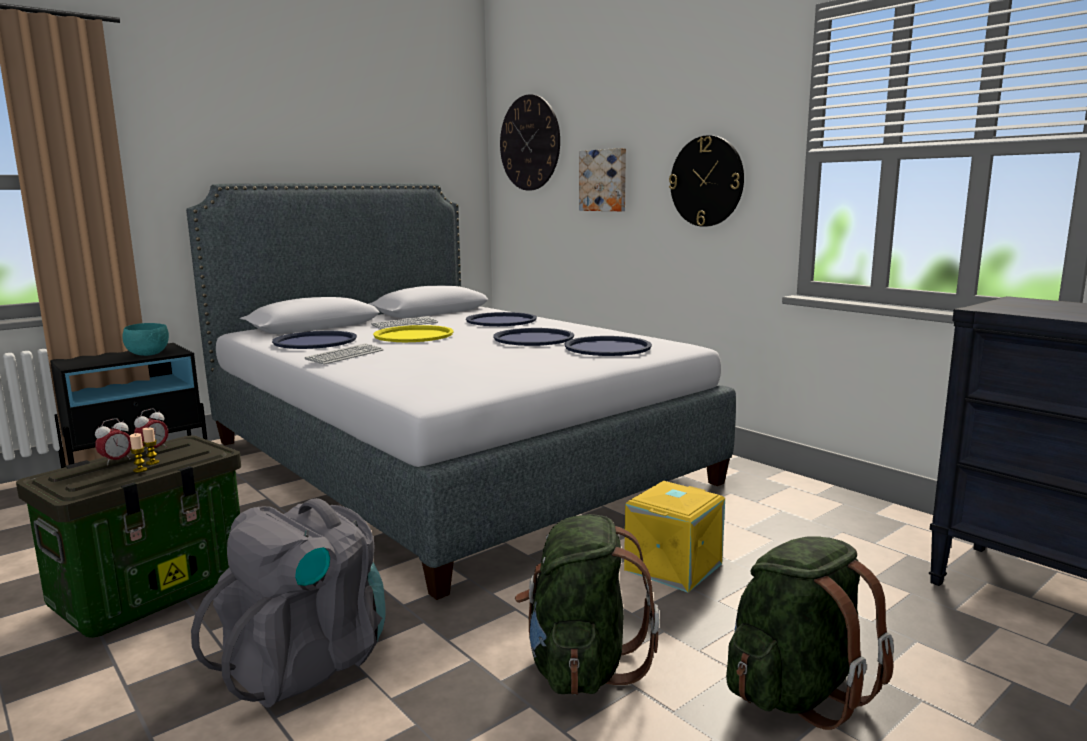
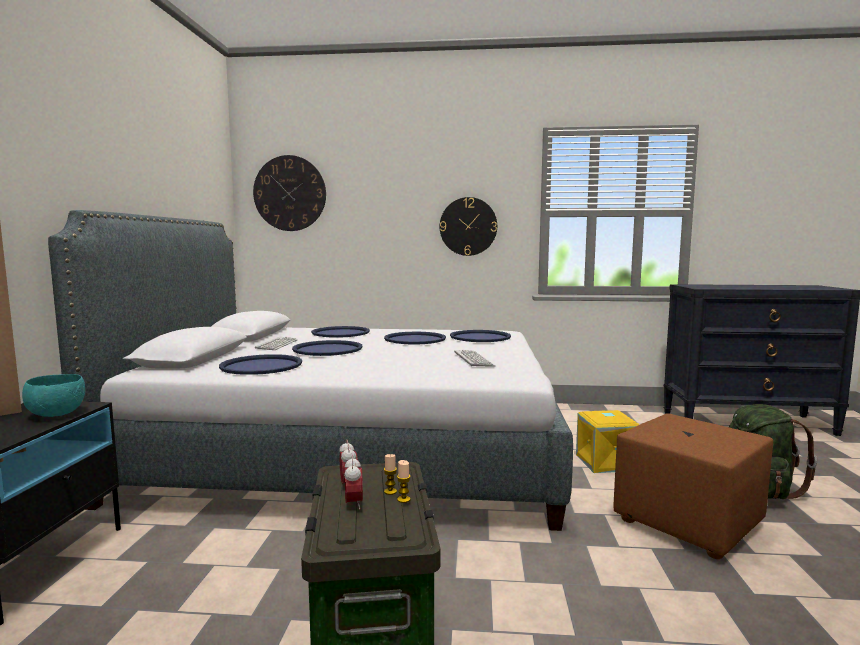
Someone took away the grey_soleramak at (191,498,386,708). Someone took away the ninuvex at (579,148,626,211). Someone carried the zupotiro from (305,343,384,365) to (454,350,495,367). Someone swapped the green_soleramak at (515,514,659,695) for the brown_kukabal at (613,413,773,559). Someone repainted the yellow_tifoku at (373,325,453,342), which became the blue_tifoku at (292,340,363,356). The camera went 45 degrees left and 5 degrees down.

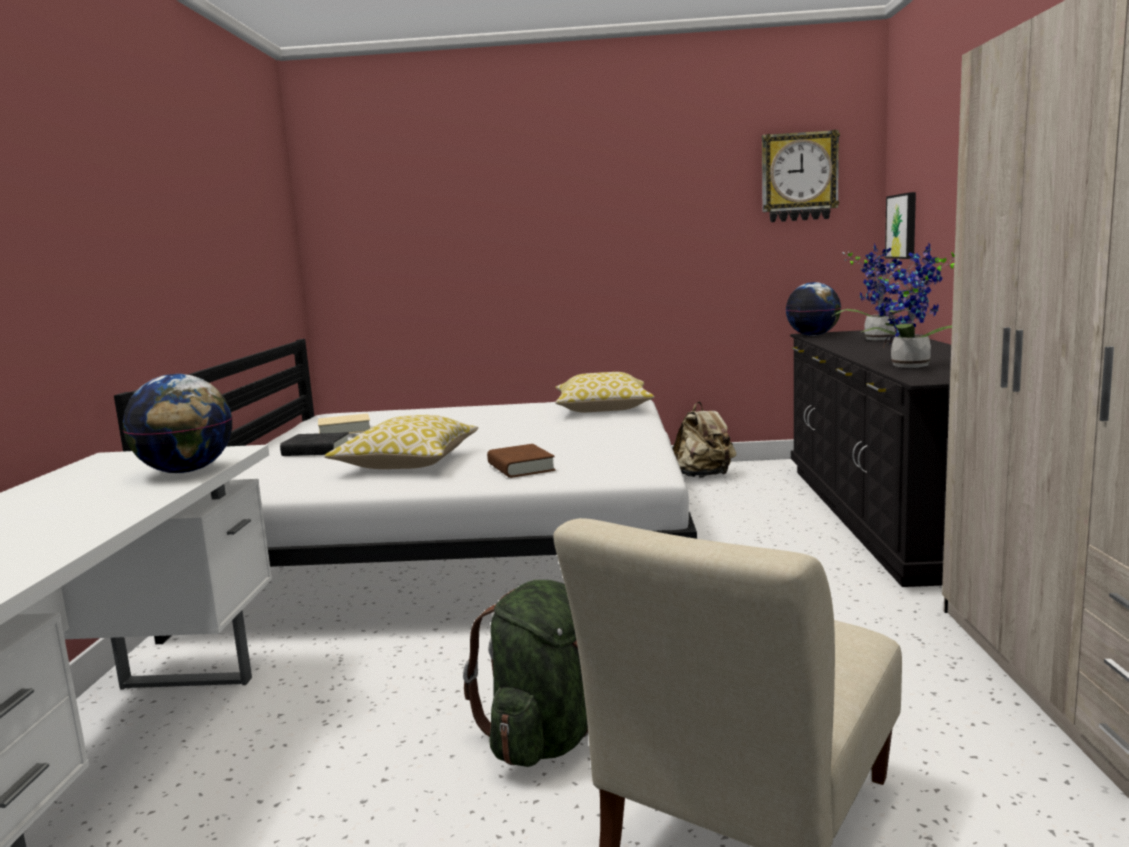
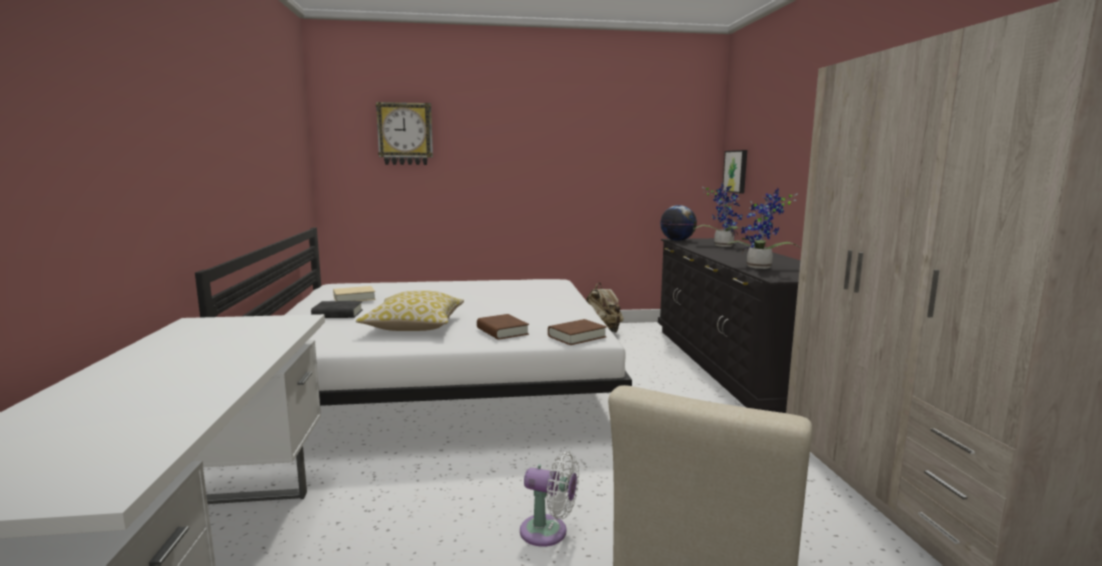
Someone took away the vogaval at (123,374,232,473). Someone took away the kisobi at (555,372,655,412). Someone put down the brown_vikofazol at (548,319,607,345). Someone carried the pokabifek from (762,130,840,222) to (376,102,433,165). Someone swapped the green_soleramak at (463,580,588,767) for the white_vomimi at (520,451,579,547). The camera went 10 degrees left and 0 degrees up.

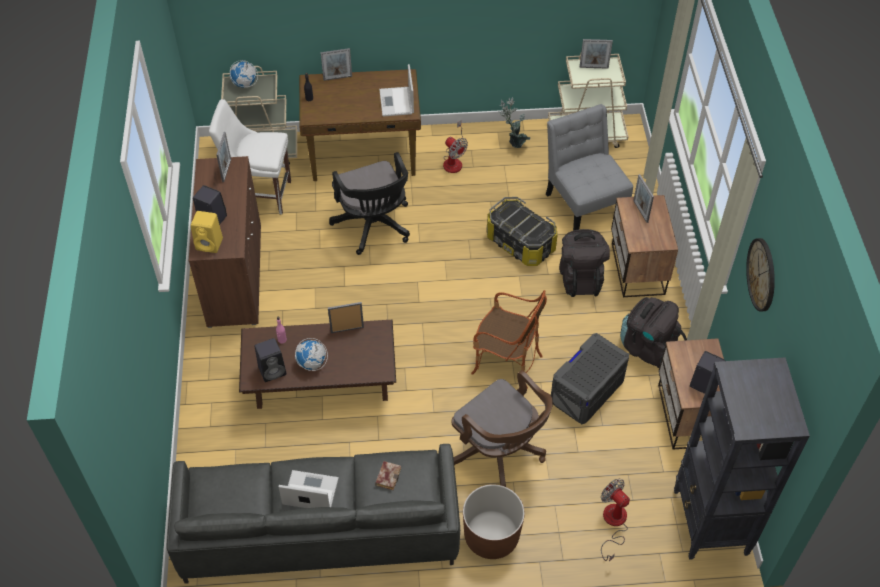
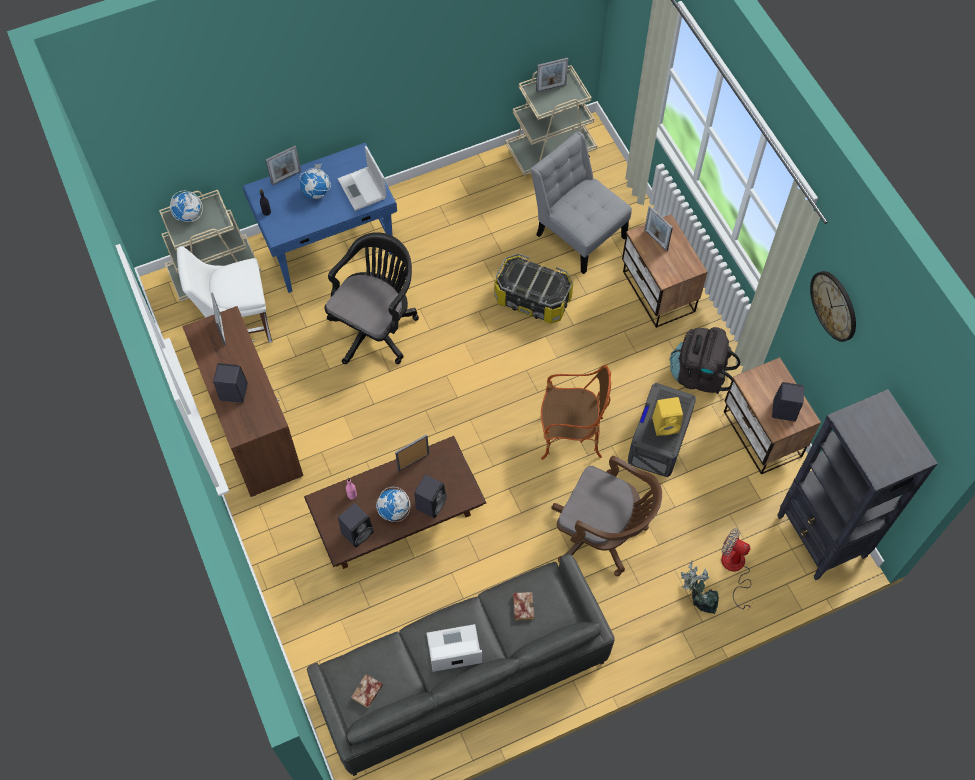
Someone took away the vomimi at (443,121,468,173). Someone took away the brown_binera at (463,484,525,559). Someone took away the black_soleramak at (559,229,610,297). Someone put down the vogaval at (300,164,331,199). Someone put down the vikofazol at (351,674,383,709). Someone put down the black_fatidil at (414,475,447,518). Someone carried the yellow_fatidil from (191,211,223,253) to (652,397,683,436). Someone carried the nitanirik from (499,97,530,148) to (681,561,719,614). Someone repainted the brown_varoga at (299,69,421,181), which became the blue_varoga at (243,143,397,293). Someone rotated the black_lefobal at (329,152,410,255) by 105 degrees counterclockwise. The camera went 20 degrees left and 10 degrees up.

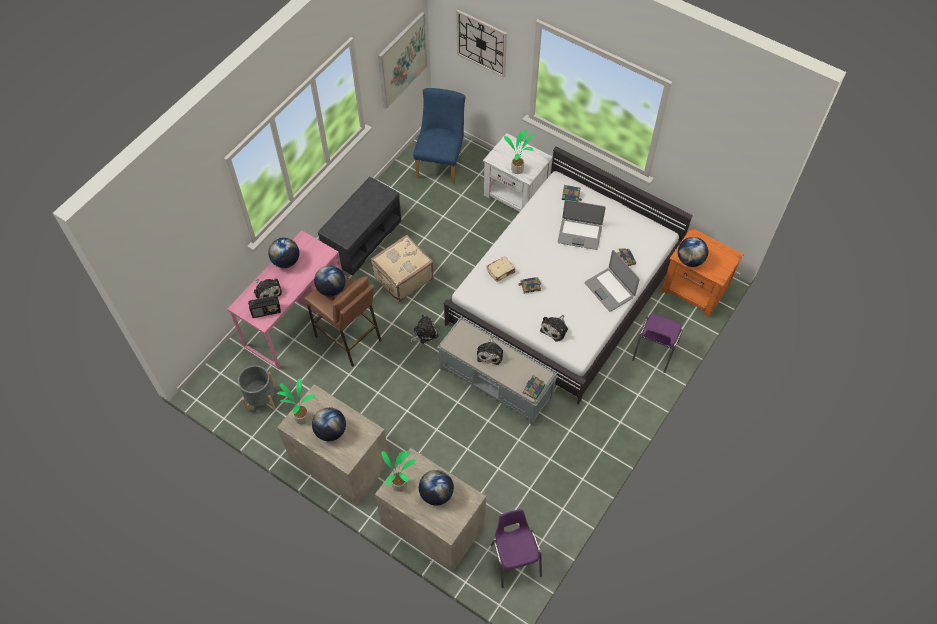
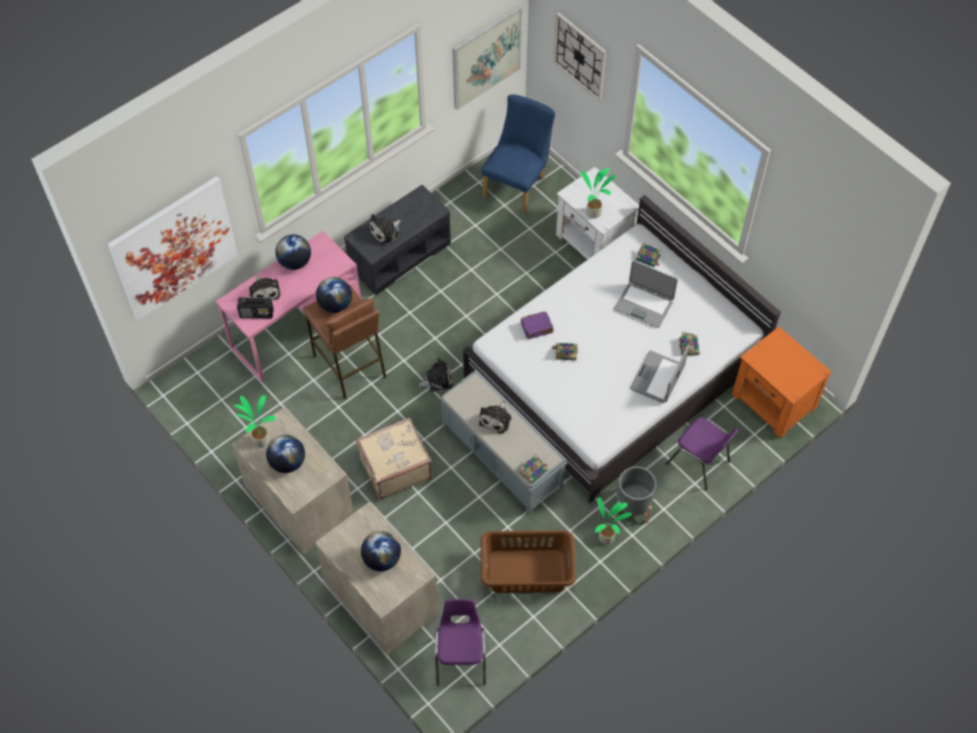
Someone took away the vogaval at (678,237,708,267). Someone put up the ninuvex at (108,176,239,320). Someone put down the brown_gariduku at (481,530,576,593). Someone carried the grey_binera from (238,365,276,412) to (615,466,656,523). Someone carried the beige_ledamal from (371,235,433,302) to (356,417,432,500). Someone carried the nitanirik from (382,451,416,492) to (595,497,632,545). Someone carried the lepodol from (540,314,568,342) to (369,214,401,245). Someone repainted the beige_vikofazol at (487,257,515,282), which became the purple_vikofazol at (521,311,553,339). Someone rotated the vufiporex at (584,250,640,312) by 45 degrees clockwise. Someone rotated the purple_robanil at (632,314,683,373) by 90 degrees counterclockwise. The camera went 15 degrees right and 0 degrees up.

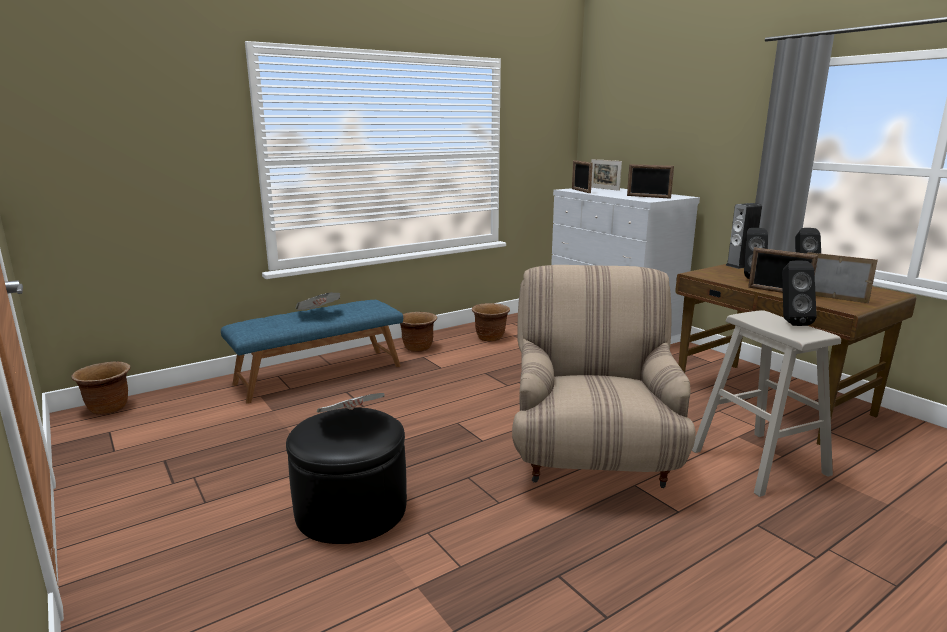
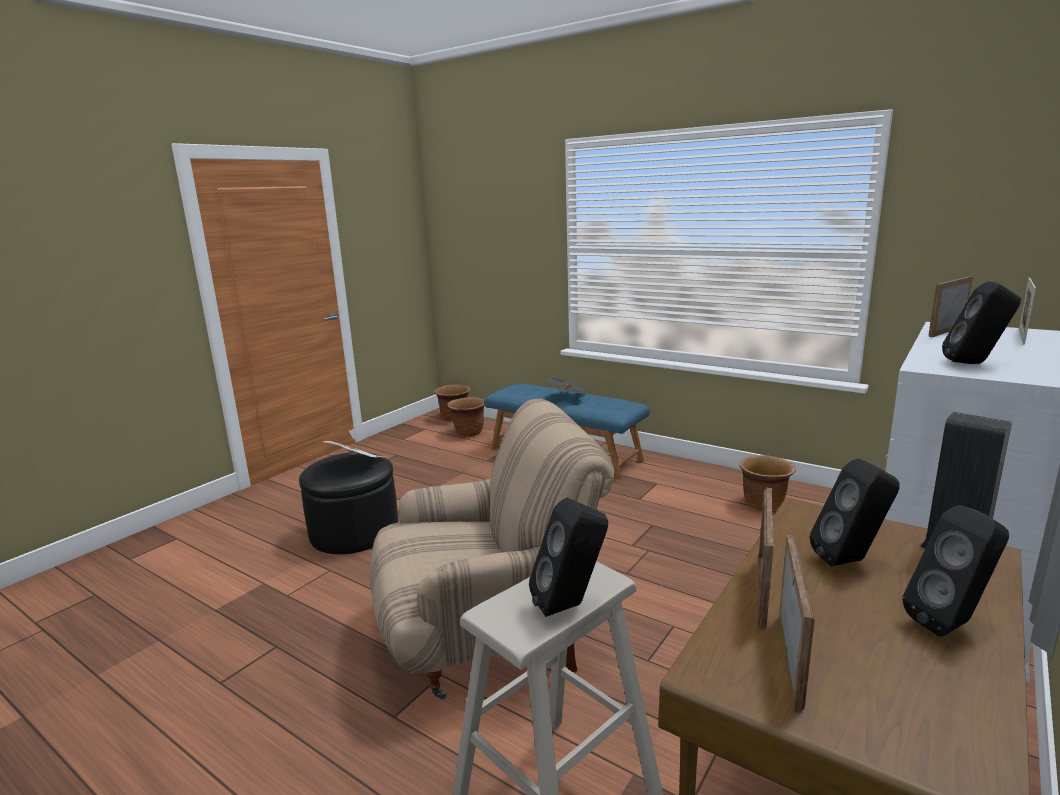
Someone carried the brown_binera from (400,312,437,352) to (447,397,485,436). Someone swapped the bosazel at (627,164,674,199) for the black_fatidil at (942,281,1021,364). The camera went 70 degrees right and 0 degrees up.

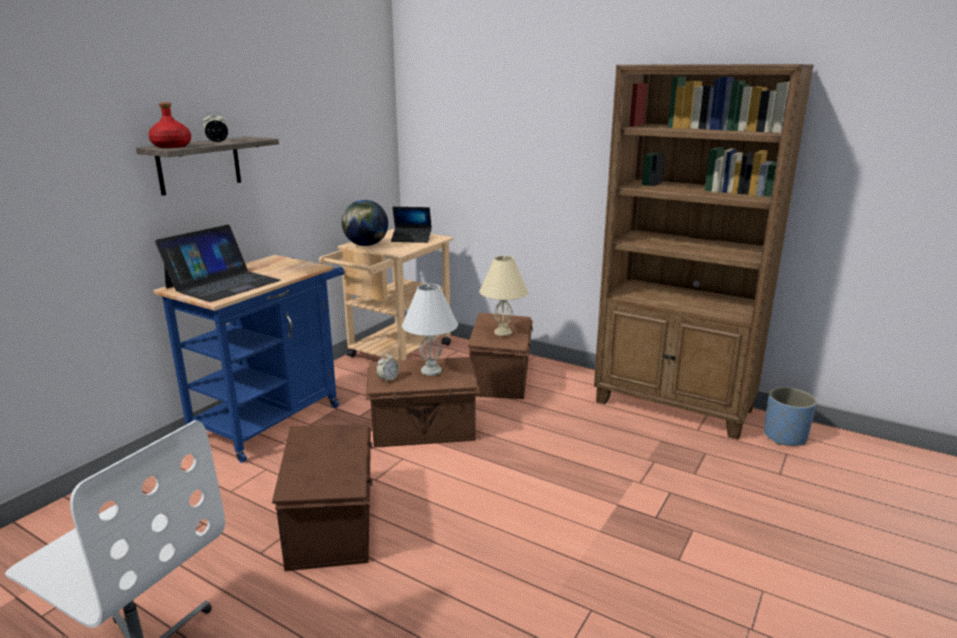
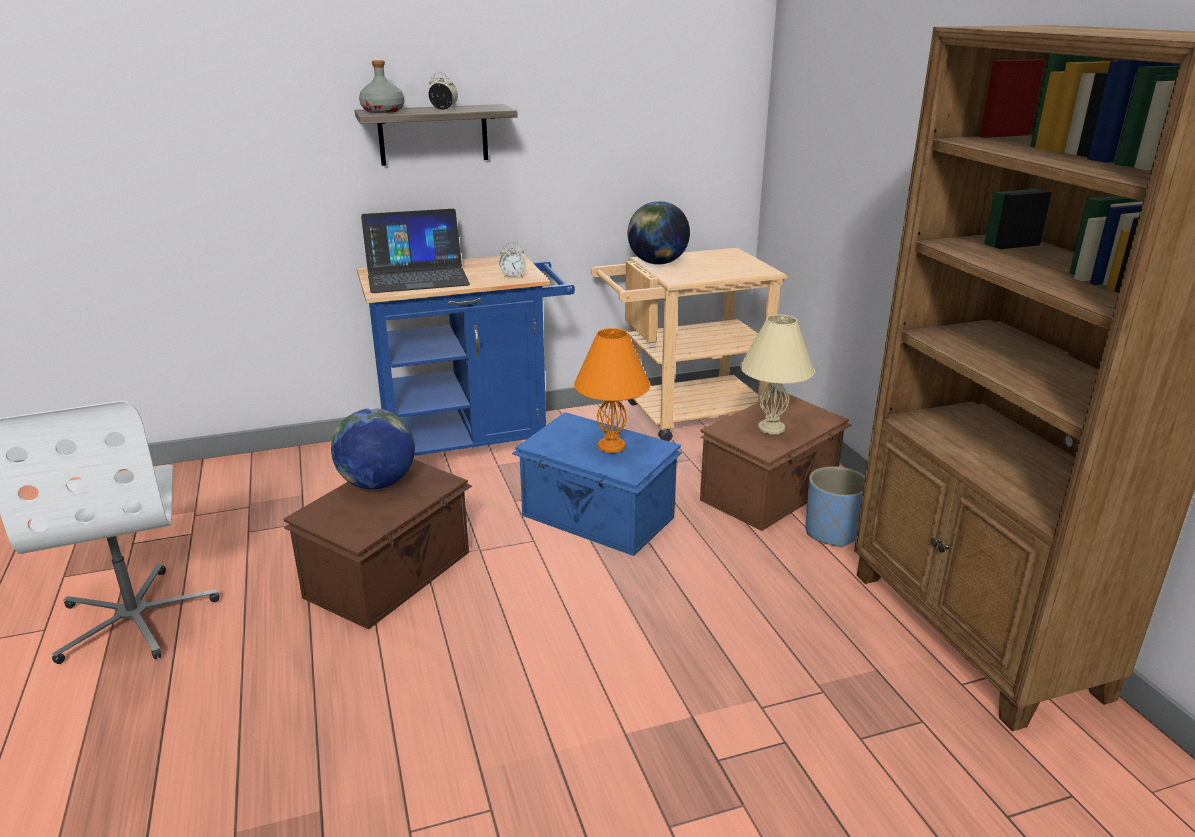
Someone took away the vufiporex at (391,207,432,243). Someone put down the vogaval at (331,408,415,489). Someone carried the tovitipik from (376,353,399,383) to (499,242,526,278). Someone carried the blue_binera from (764,387,817,446) to (806,466,865,547). Someone repainted the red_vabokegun at (148,102,191,148), which became the grey_vabokegun at (359,60,405,113). Someone repainted the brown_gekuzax at (366,357,480,448), which became the blue_gekuzax at (512,412,682,556). Someone repainted the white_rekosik at (402,284,458,376), which became the orange_rekosik at (574,328,650,453). The camera went 40 degrees right and 5 degrees up.

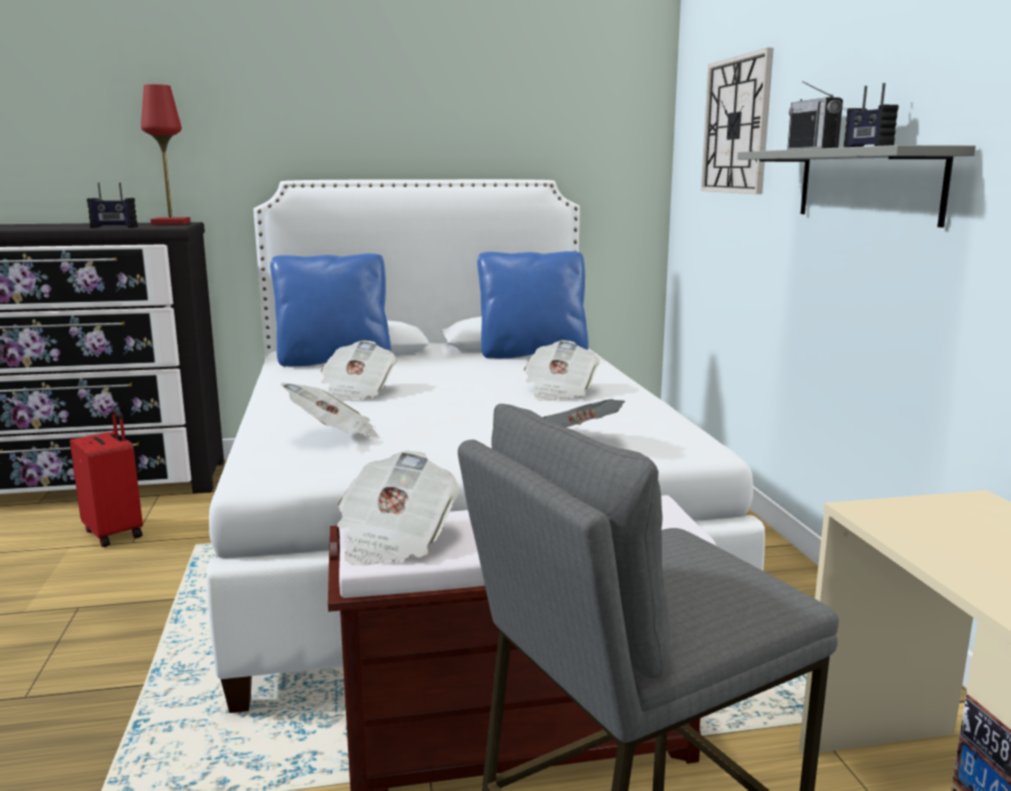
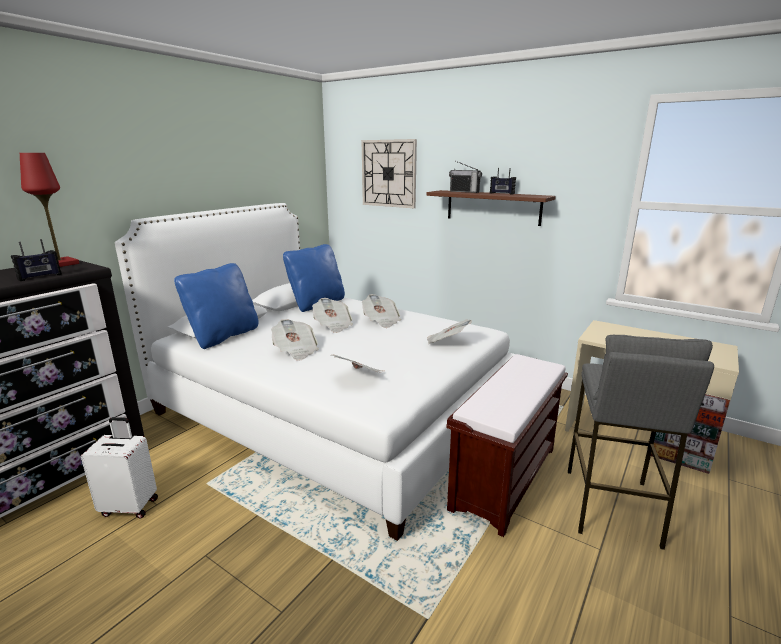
Someone carried the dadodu from (337,451,459,566) to (312,298,353,333). Someone repainted the red_ledamal at (70,409,143,547), which became the white_ledamal at (81,417,158,519). Someone repainted the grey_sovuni at (737,145,976,228), which became the brown_sovuni at (426,190,556,226). The camera went 45 degrees left and 5 degrees up.

